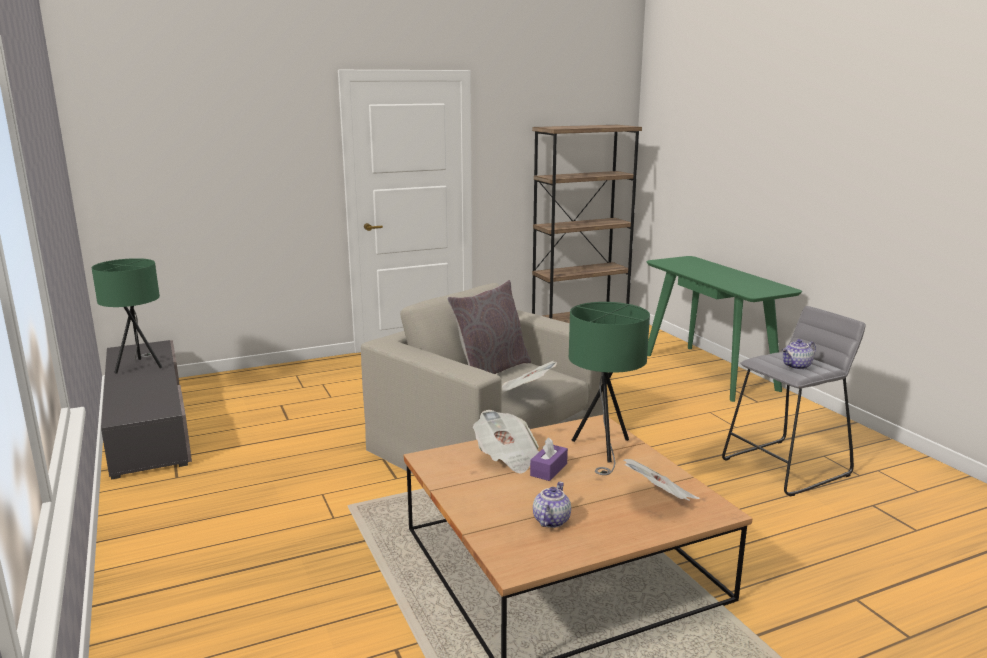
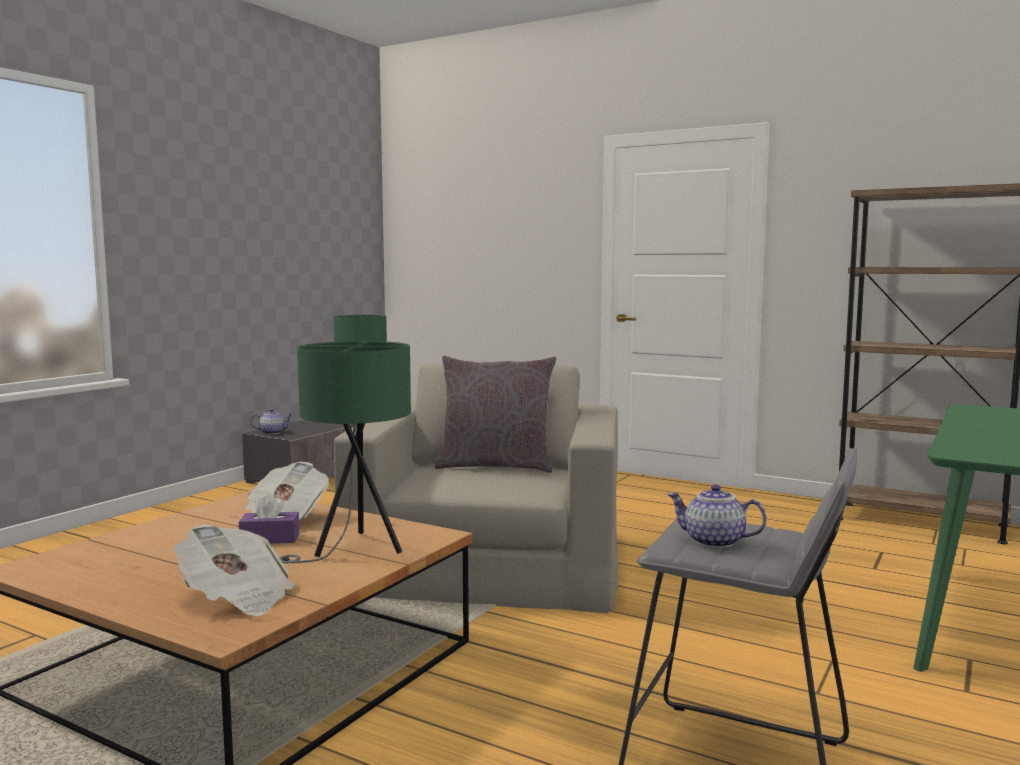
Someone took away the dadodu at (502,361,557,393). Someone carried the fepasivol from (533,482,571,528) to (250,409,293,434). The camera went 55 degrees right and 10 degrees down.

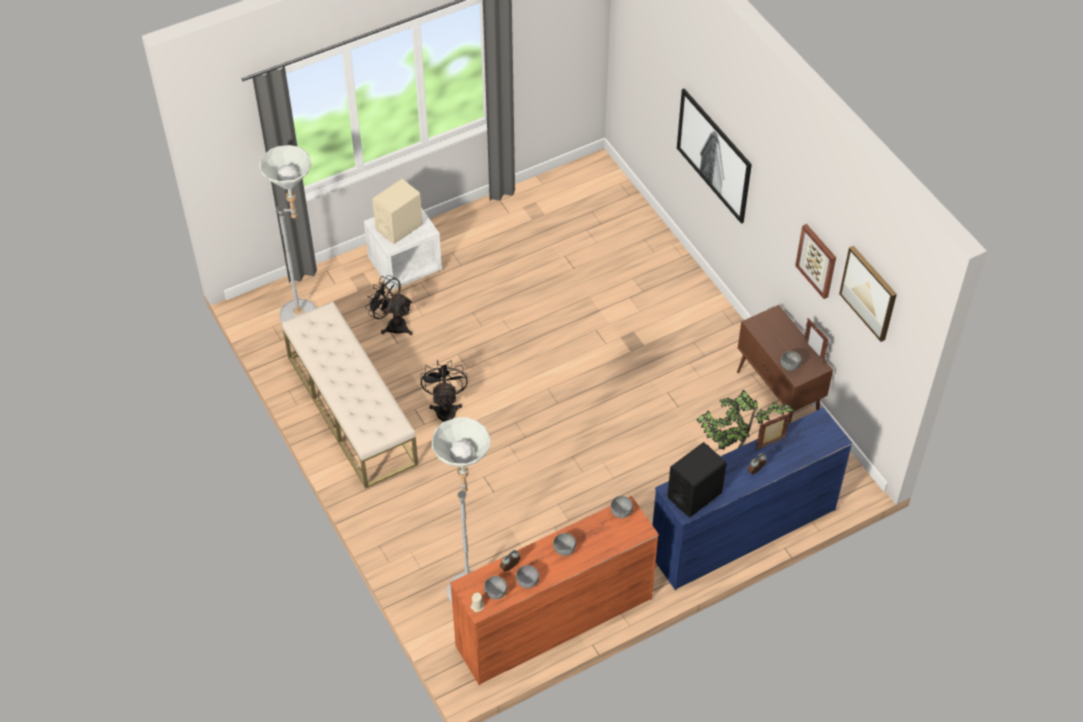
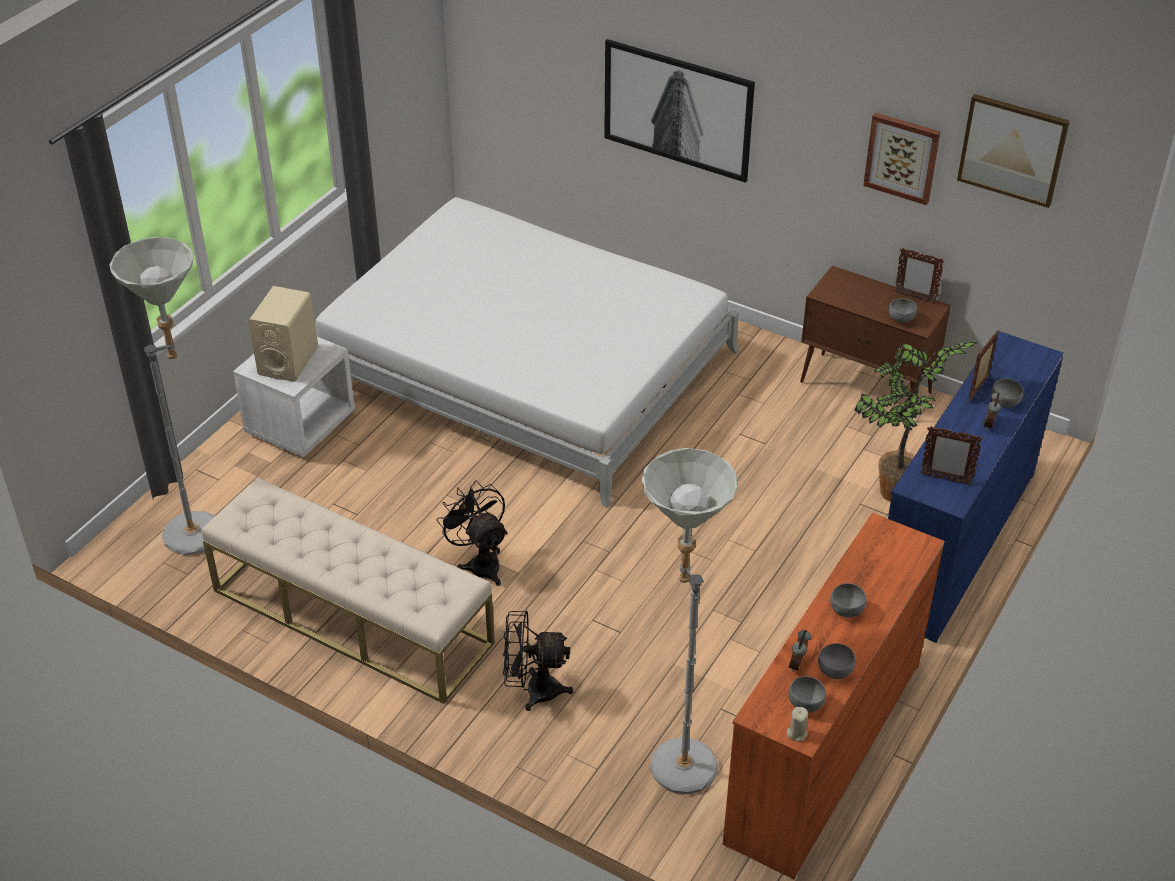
Someone put down the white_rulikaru at (315,197,739,507). Someone carried the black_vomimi from (365,275,412,335) to (503,611,573,711). Someone carried the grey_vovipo from (611,496,633,518) to (992,379,1023,408). Someone swapped the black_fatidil at (667,442,727,517) for the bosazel at (921,426,982,485). The camera went 30 degrees left and 10 degrees down.

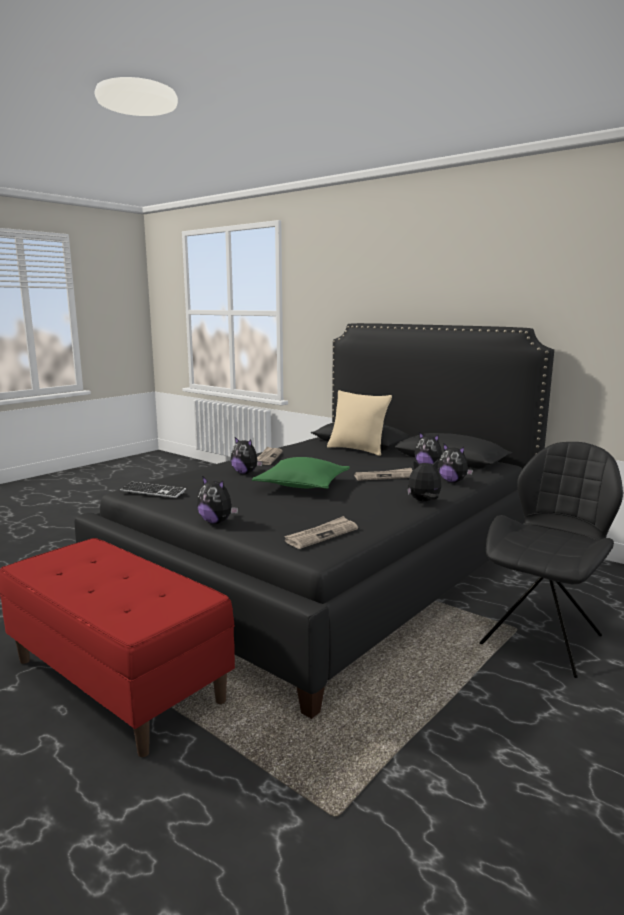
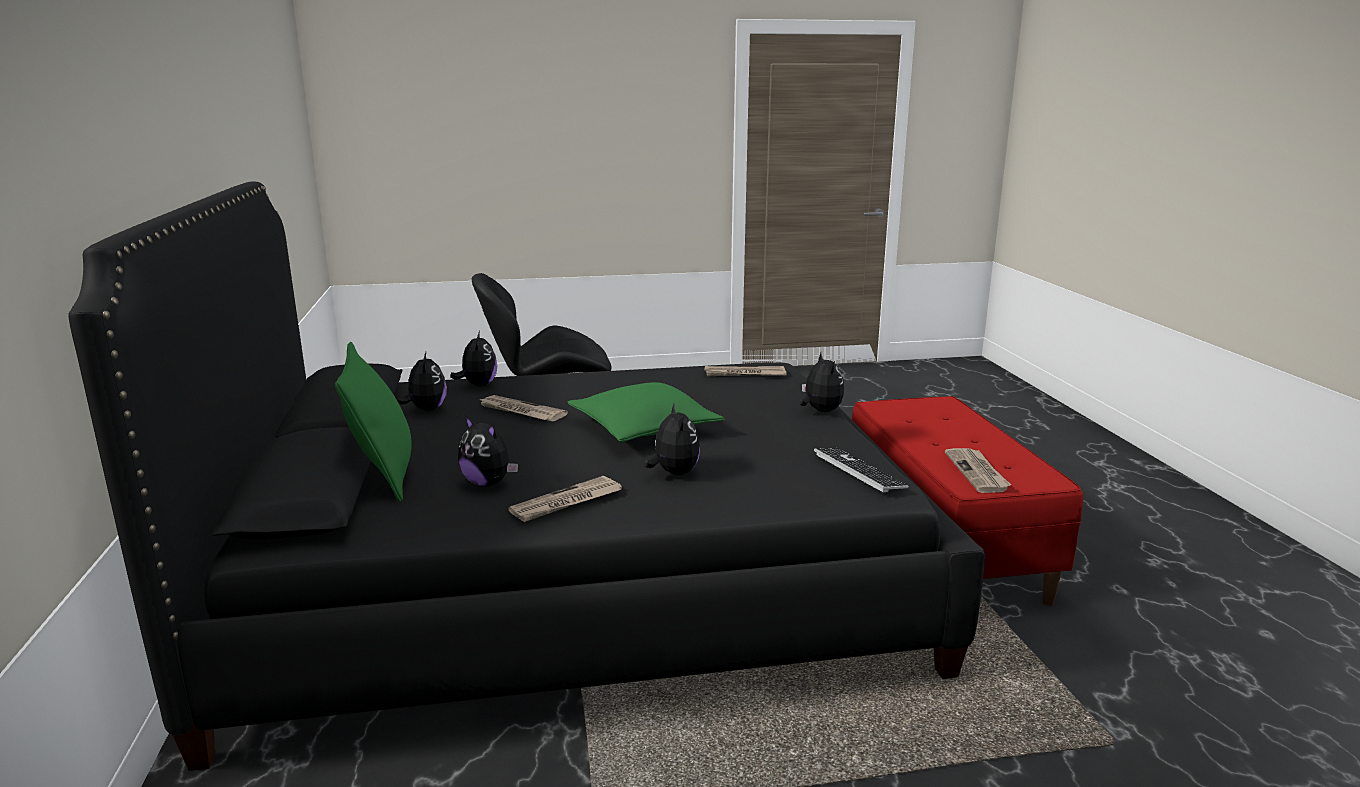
Someone put down the dadodu at (945,448,1011,493). Someone carried the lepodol from (407,460,441,501) to (458,415,518,487). Someone repainted the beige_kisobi at (327,390,392,456), which became the green_kisobi at (335,342,411,502). The camera went 140 degrees left and 5 degrees up.

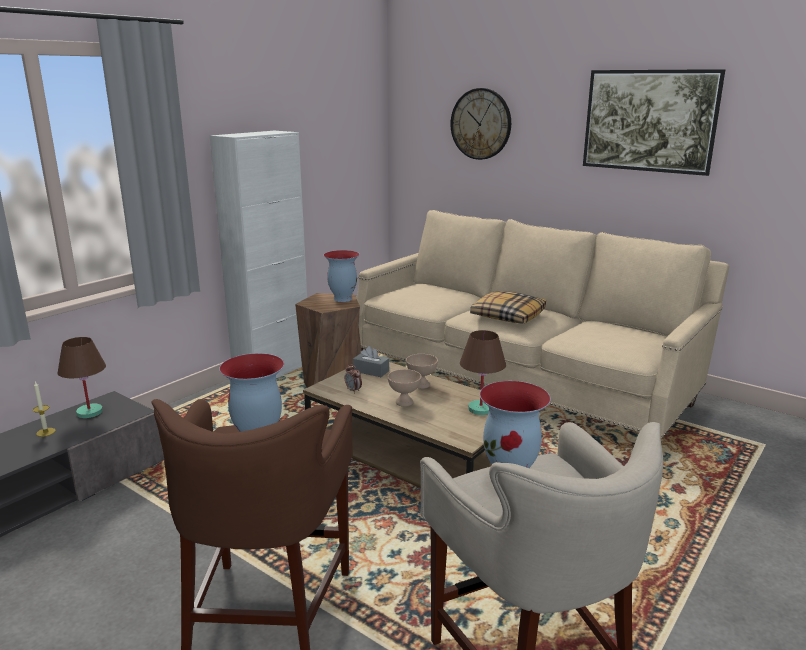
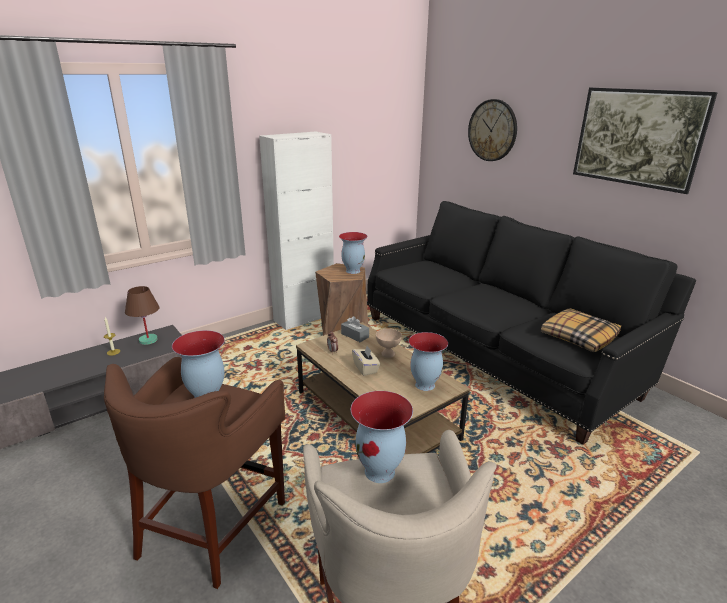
Someone carried the kisobi from (470,291,546,324) to (541,308,621,352). Someone swapped the beige_vovipo at (388,369,421,407) for the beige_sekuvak at (352,346,380,376). Someone swapped the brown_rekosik at (460,330,506,415) for the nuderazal at (409,332,448,391). Someone repainted the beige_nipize at (356,210,729,438), which became the black_nipize at (367,201,696,444). The camera went 15 degrees right and 5 degrees up.

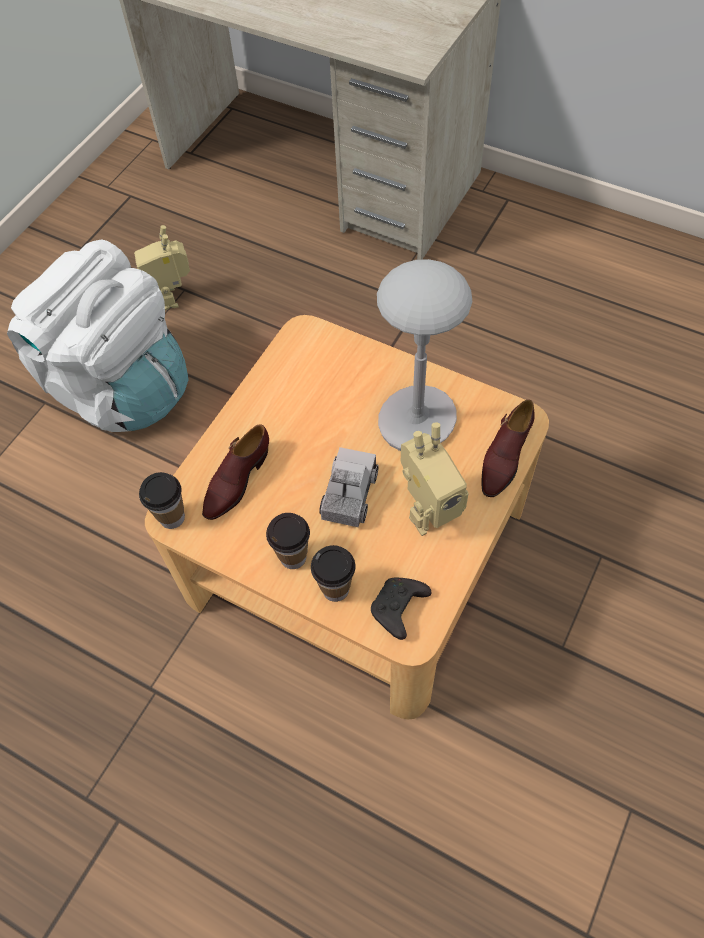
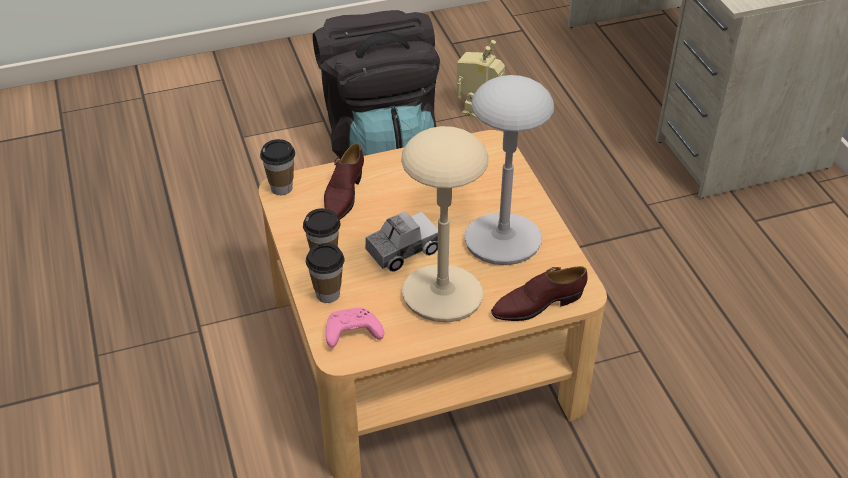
Someone swapped the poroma at (401,422,469,536) for the beige_rekosik at (401,126,489,322). Someone repainted the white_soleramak at (7,239,189,432), which became the black_soleramak at (313,10,440,159). Someone repainted the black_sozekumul at (371,578,431,640), which became the pink_sozekumul at (326,308,384,348). Someone rotated the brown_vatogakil at (202,424,269,520) by 60 degrees counterclockwise. The camera went 40 degrees right and 15 degrees down.

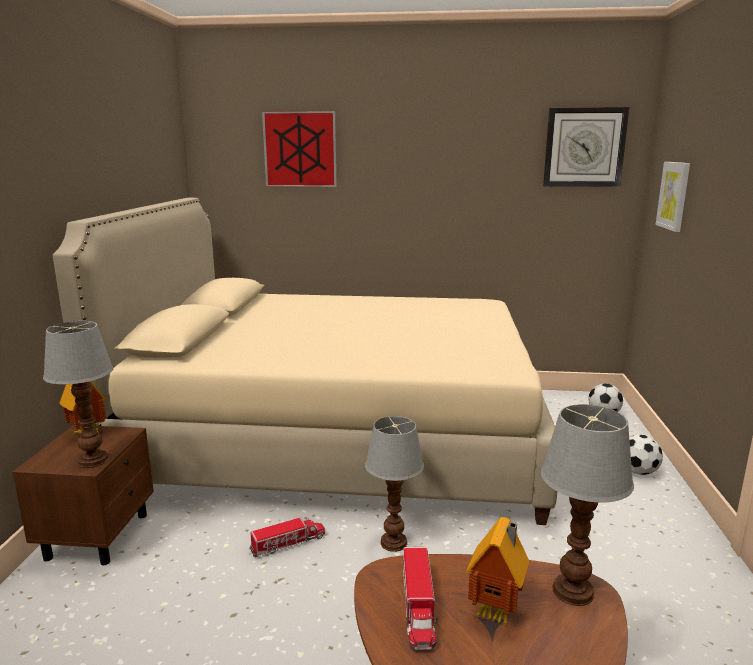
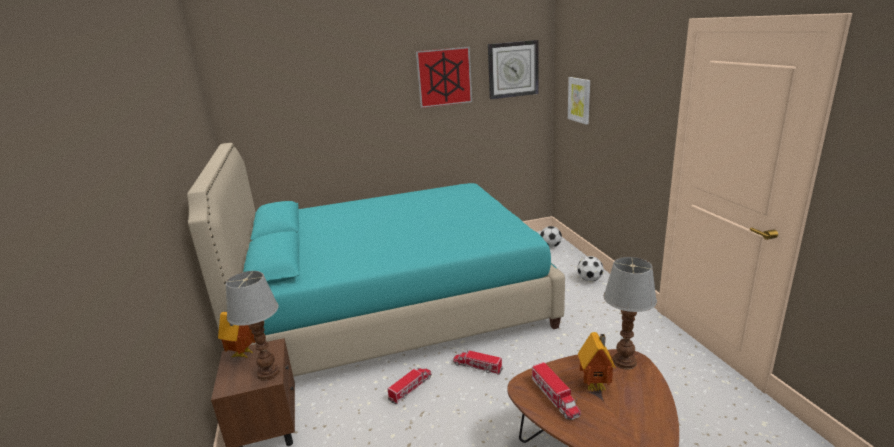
Someone carried the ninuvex from (262,111,337,187) to (416,47,472,108). Someone swapped the rekosik at (365,416,424,552) for the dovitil at (453,350,503,375). Someone repainted the beige_rulikaru at (53,198,557,525), which became the turquoise_rulikaru at (187,143,565,377). The camera went 20 degrees left and 5 degrees up.

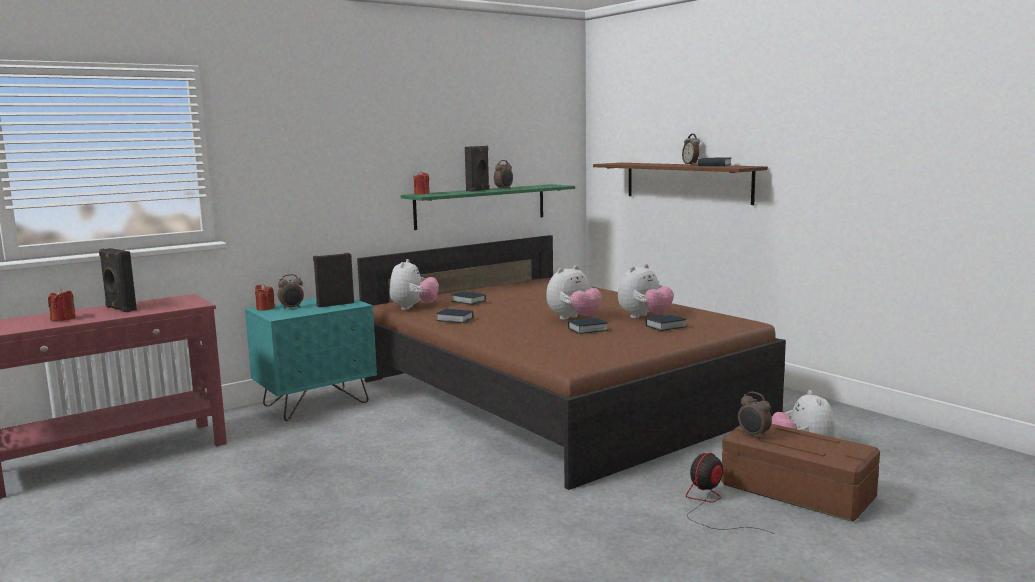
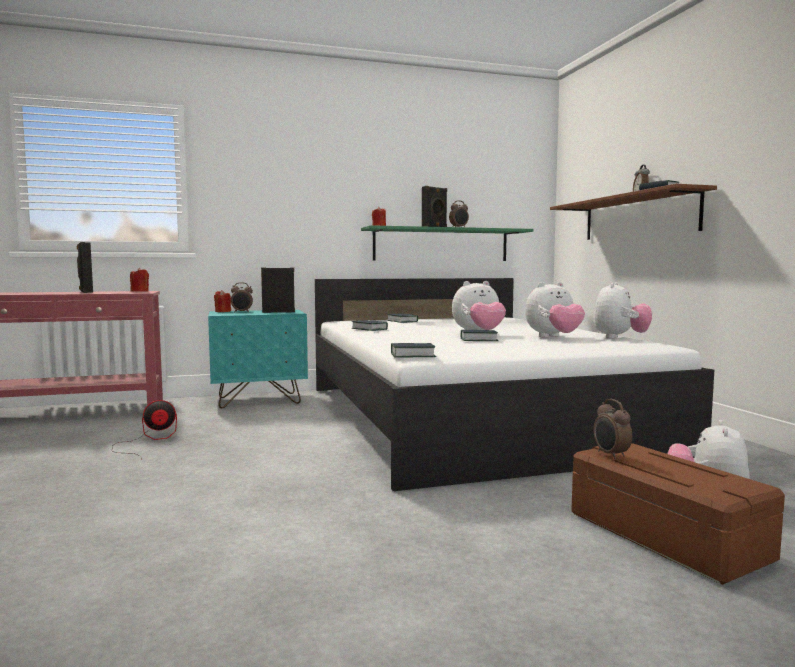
Someone carried the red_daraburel from (48,288,76,321) to (130,268,149,292). Someone carried the lepodol from (390,259,439,310) to (593,282,652,339). Someone carried the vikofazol from (645,315,687,331) to (391,343,436,357). Someone carried the vomimi from (686,453,775,534) to (112,400,177,457). Someone repainted the brown_rulikaru at (357,235,786,490), which became the white_rulikaru at (315,278,714,491). The camera went 20 degrees right and 5 degrees down.

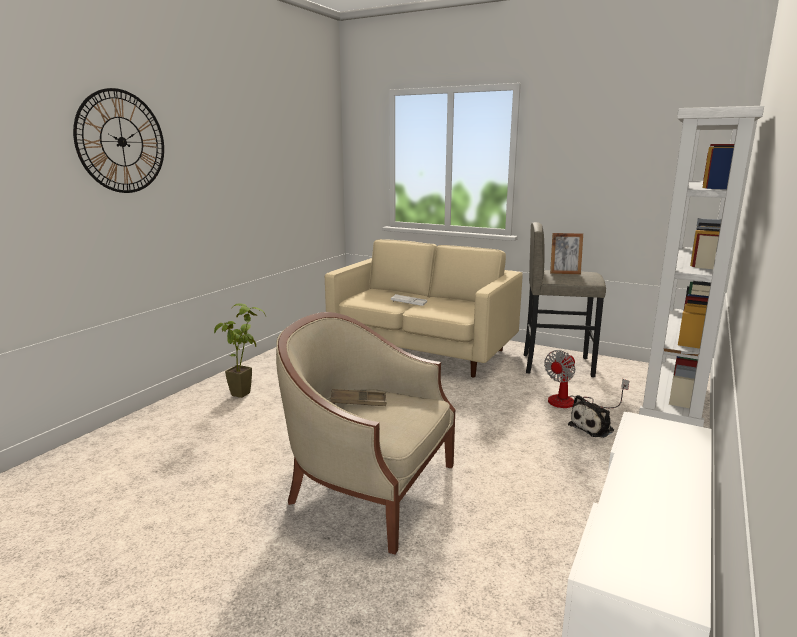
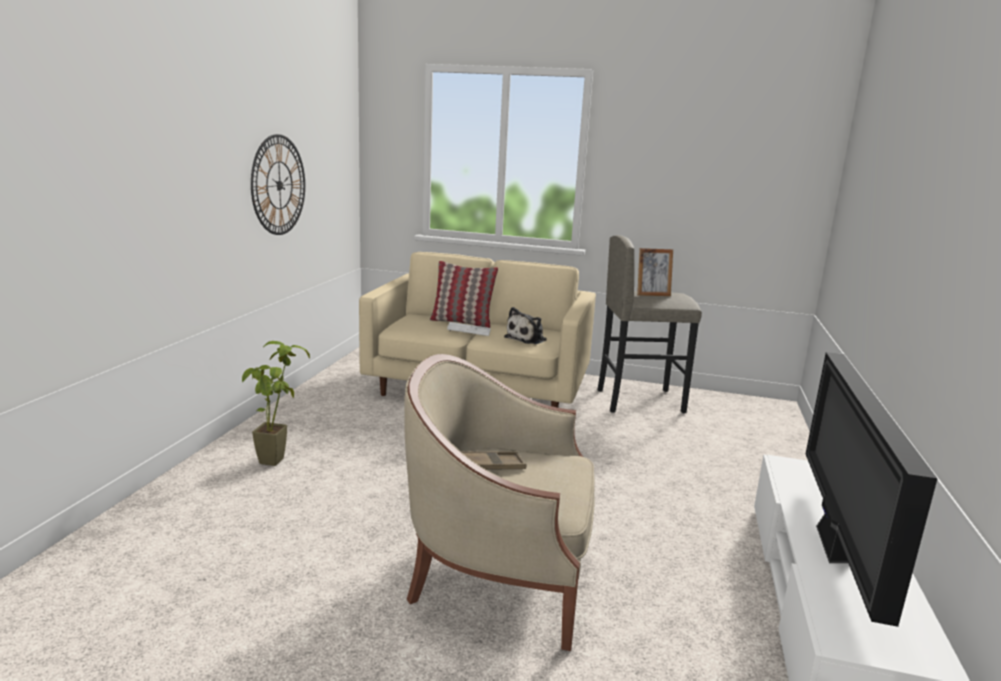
Someone took away the vomimi at (544,350,629,408). Someone took away the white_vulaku at (639,106,764,427). Someone put down the kisobi at (430,261,498,328). Someone put down the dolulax at (806,352,938,627). Someone carried the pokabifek from (73,88,164,193) to (251,134,305,235). Someone carried the lepodol from (568,395,614,438) to (504,307,547,344). The camera went 15 degrees left and 0 degrees up.

